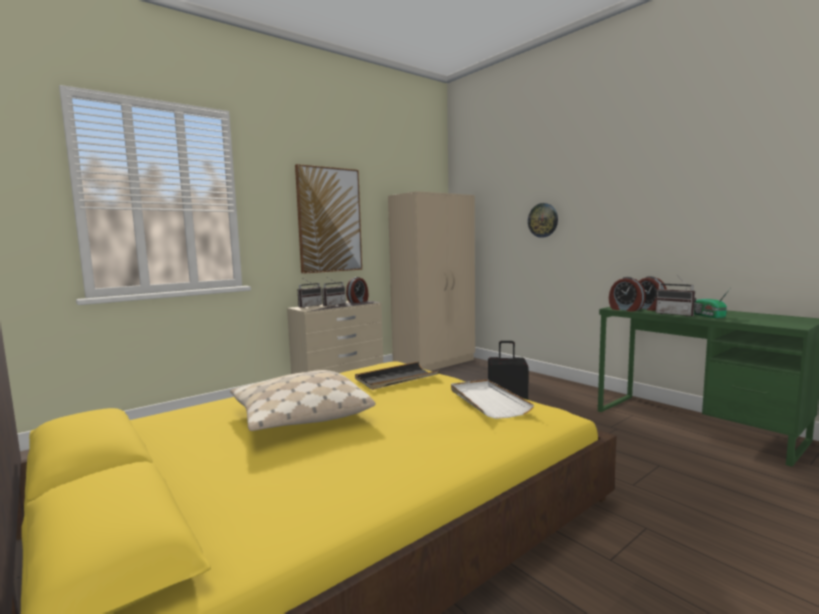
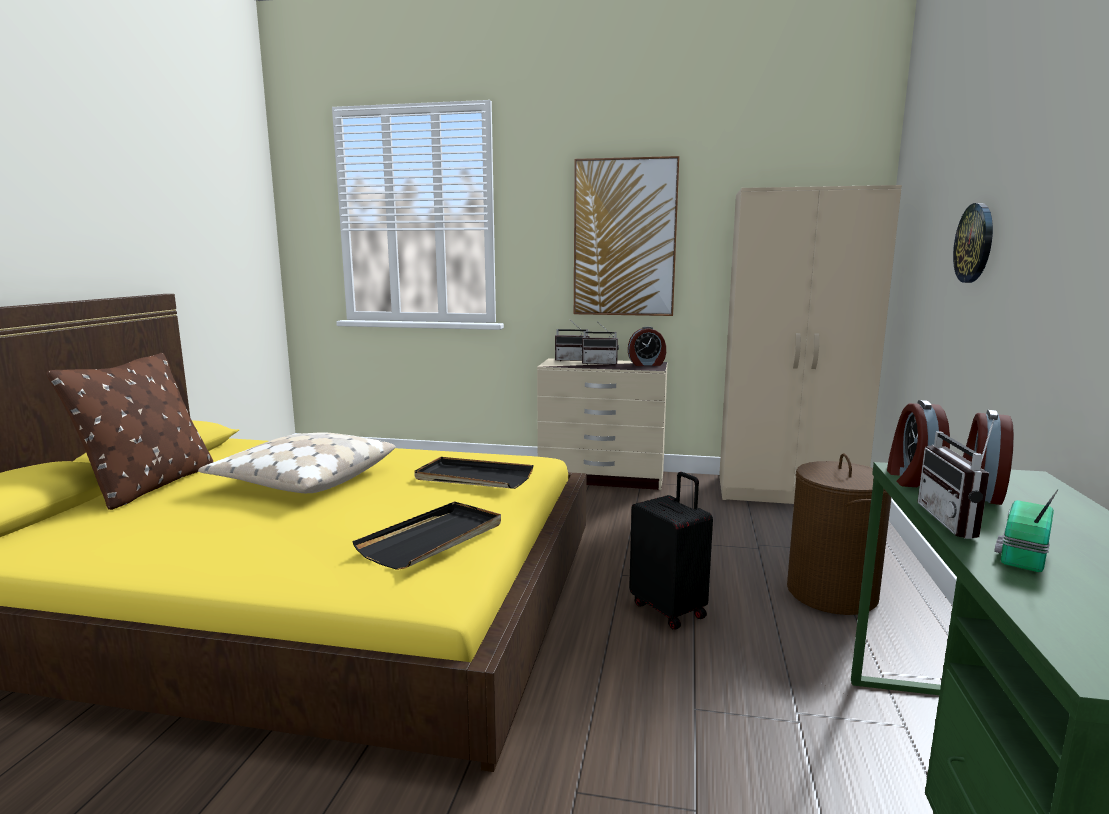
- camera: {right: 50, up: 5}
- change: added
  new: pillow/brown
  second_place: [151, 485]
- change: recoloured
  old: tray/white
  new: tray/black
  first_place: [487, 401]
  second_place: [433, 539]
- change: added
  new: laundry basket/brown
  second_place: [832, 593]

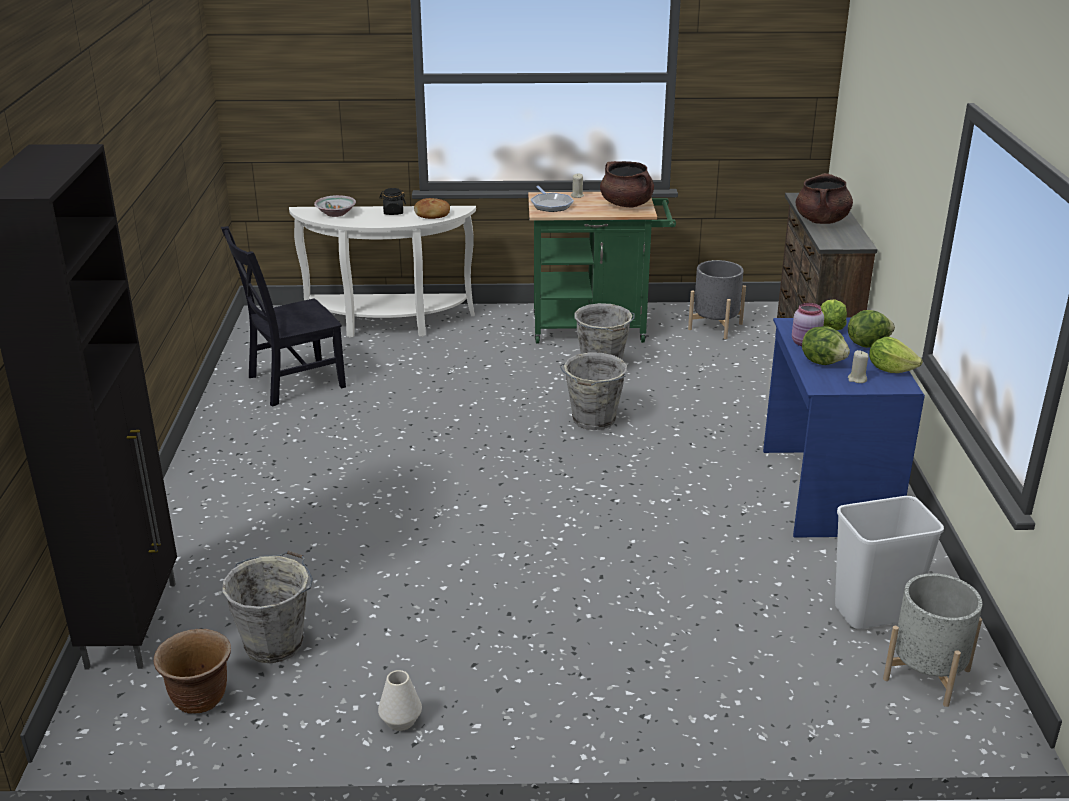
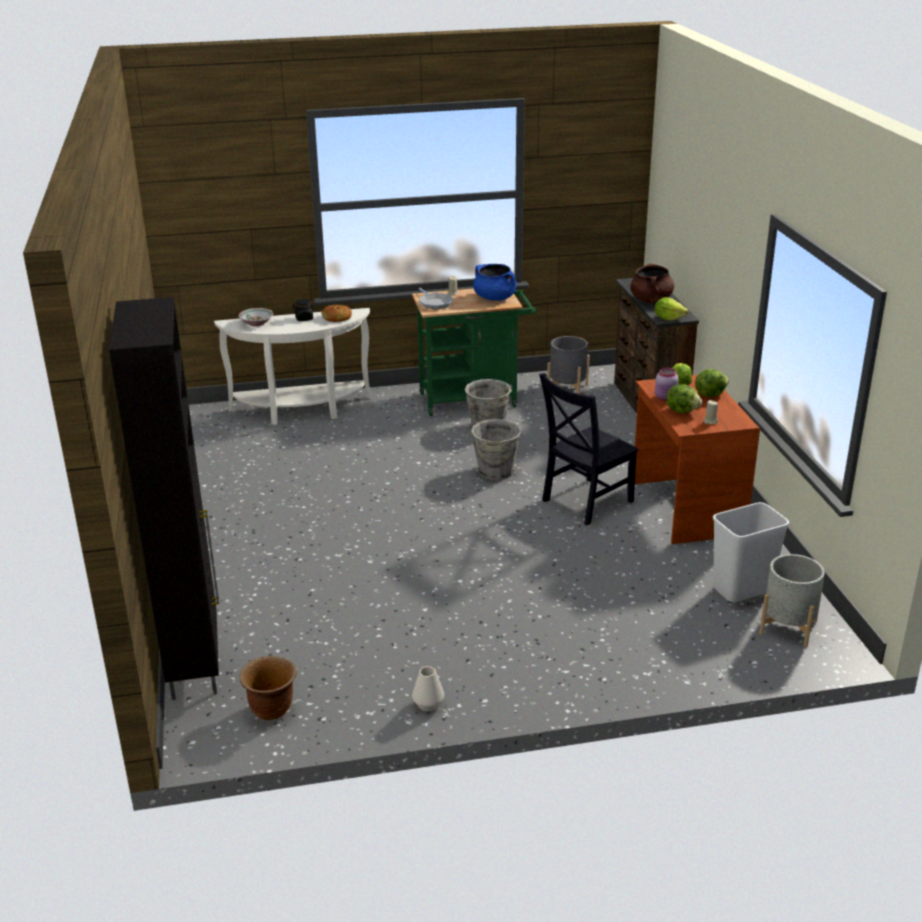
- camera: {right: -10, up: 0}
- change: recoloured
  old: cooking pot/brown
  new: cooking pot/blue
  first_place: [626, 204]
  second_place: [495, 298]
- change: moved
  old: chair/black
  first_place: [292, 383]
  second_place: [584, 502]
- change: recoloured
  old: desk/blue
  new: desk/brown
  first_place: [825, 491]
  second_place: [685, 508]
- change: moved
  old: lettuce
  first_place: [890, 369]
  second_place: [668, 318]
- change: removed
  old: bucket/grey
  first_place: [276, 642]

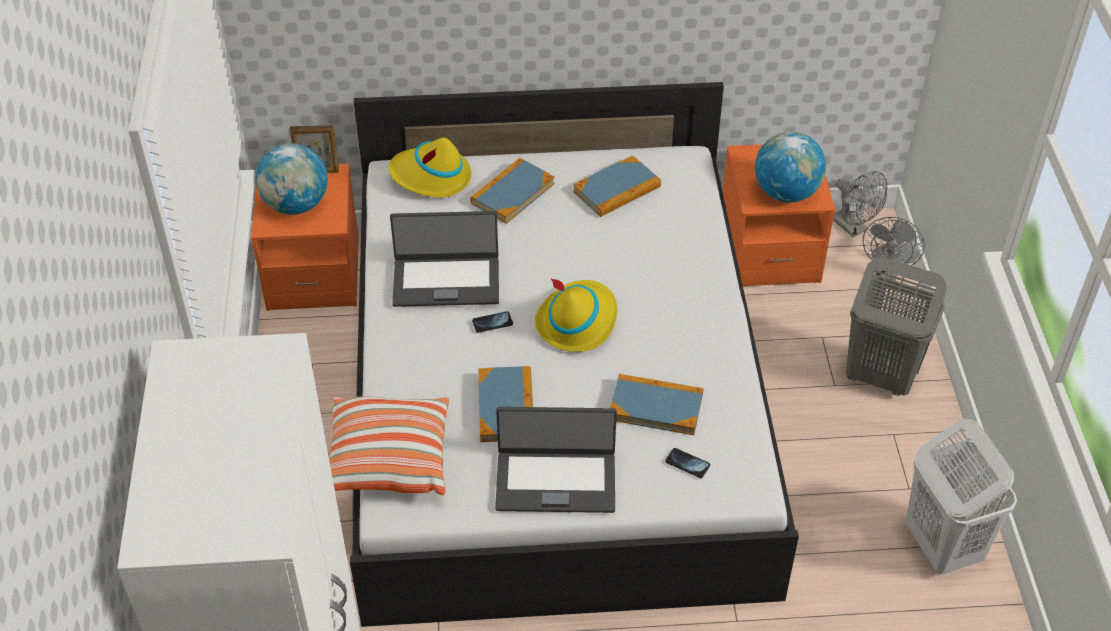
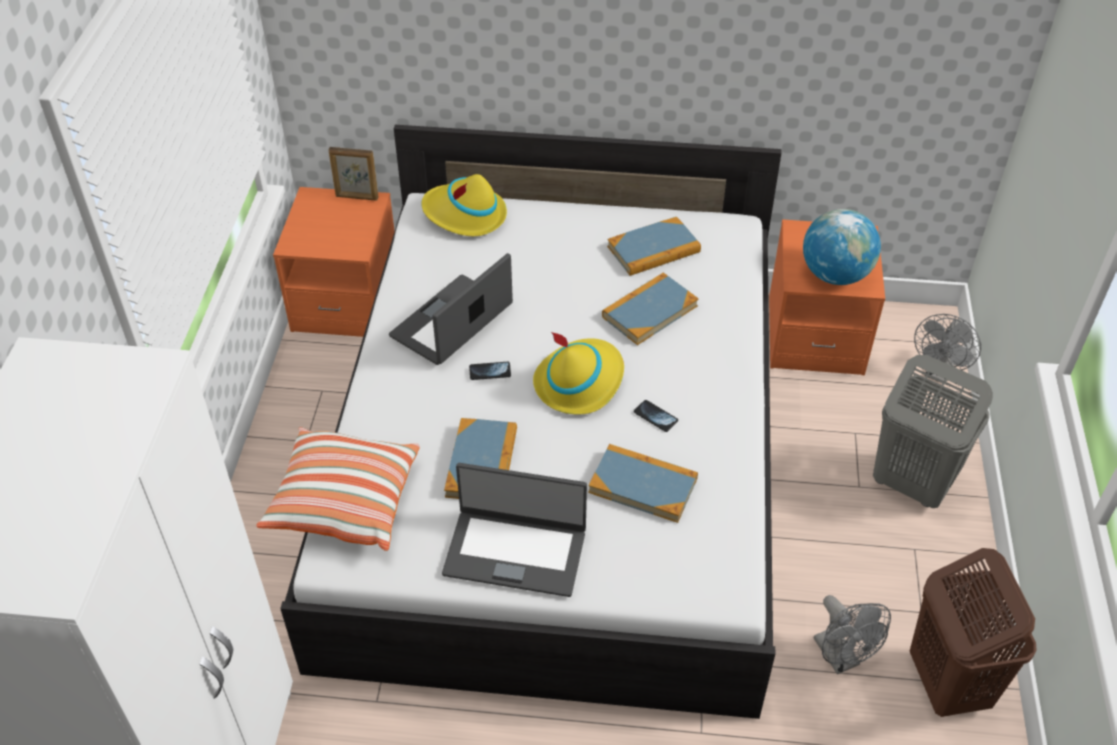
- camera: {right: 10, up: 0}
- change: turned
  old: laptop
  first_place: [446, 281]
  second_place: [453, 322]
  degrees: 120
- change: moved
  old: book
  first_place: [512, 193]
  second_place: [649, 311]
- change: moved
  old: phone
  first_place: [687, 464]
  second_place: [655, 416]
- change: moved
  old: fan/grey
  first_place: [853, 228]
  second_place: [841, 658]
- change: recoloured
  old: laundry basket/white
  new: laundry basket/brown
  first_place: [941, 545]
  second_place: [947, 682]
- change: removed
  old: globe
  first_place: [296, 205]

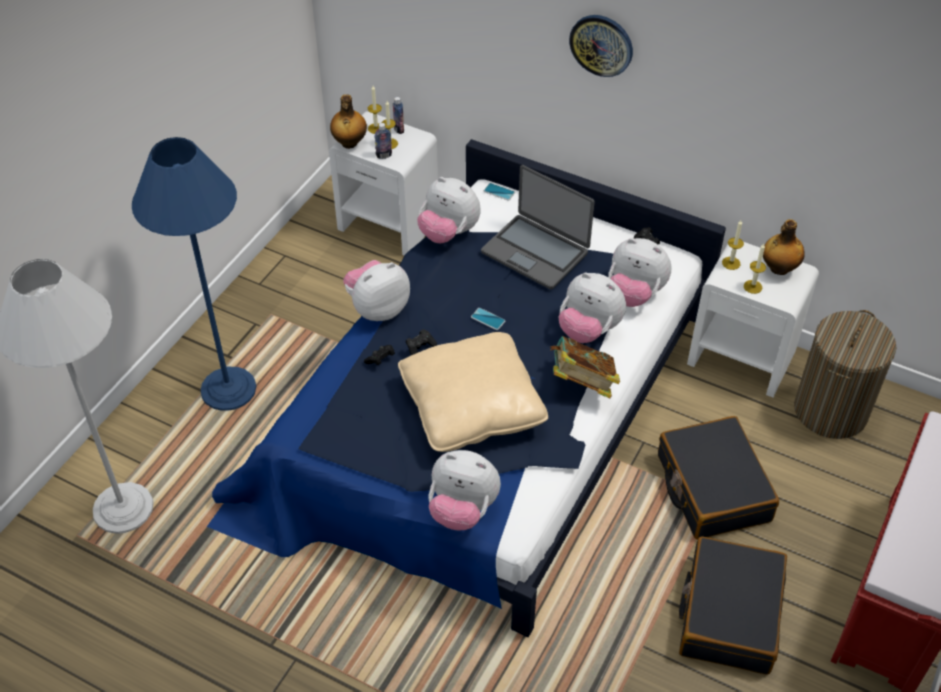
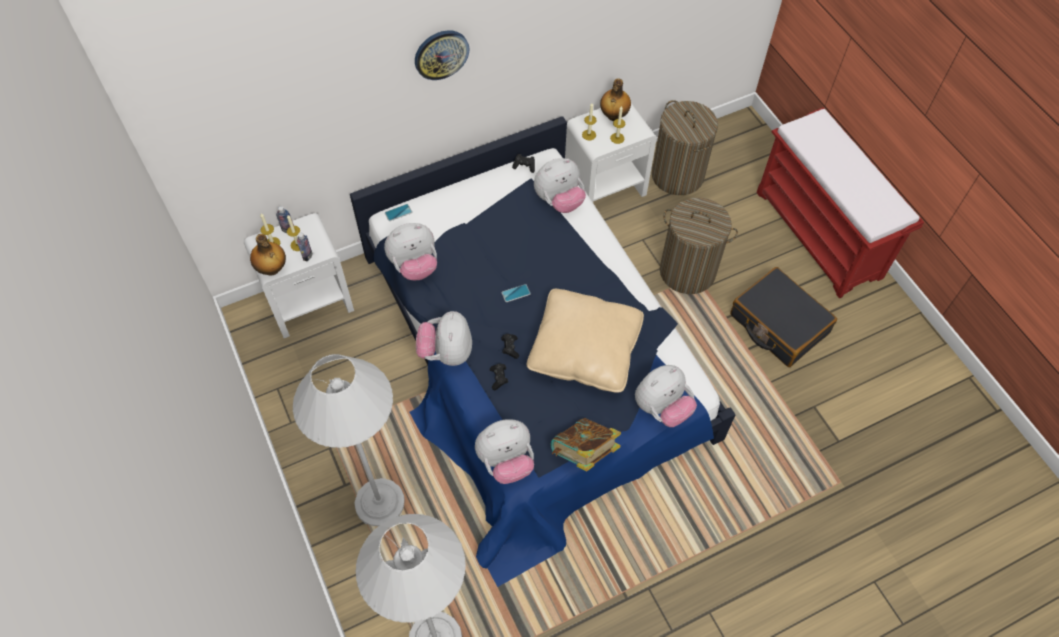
- camera: {right: -55, up: 10}
- change: recoloured
  old: floor lamp/blue
  new: floor lamp/white
  first_place: [228, 389]
  second_place: [379, 502]
- change: moved
  old: plush toy
  first_place: [588, 330]
  second_place: [506, 461]
- change: moved
  old: book
  first_place: [582, 383]
  second_place: [583, 453]
- change: replaced
  old: suitcase/black
  new: laundry basket
  first_place: [712, 488]
  second_place: [687, 271]
- change: removed
  old: laptop
  first_place: [535, 252]

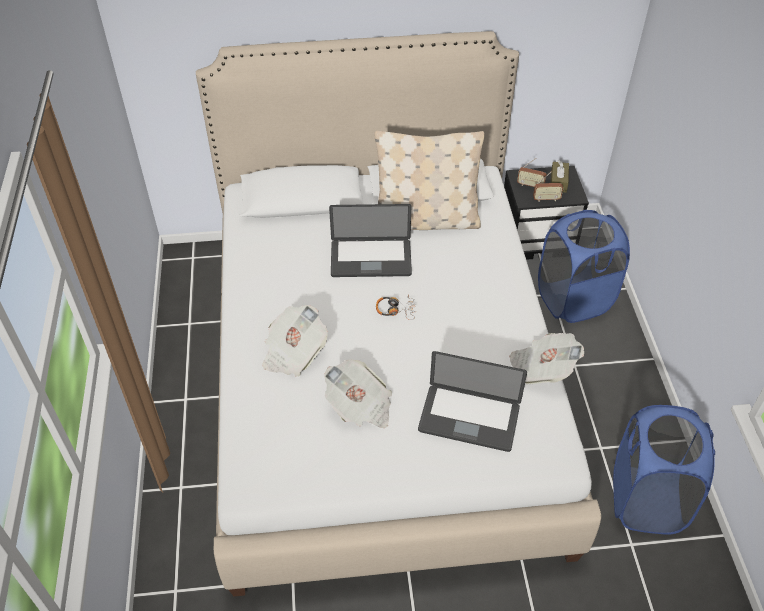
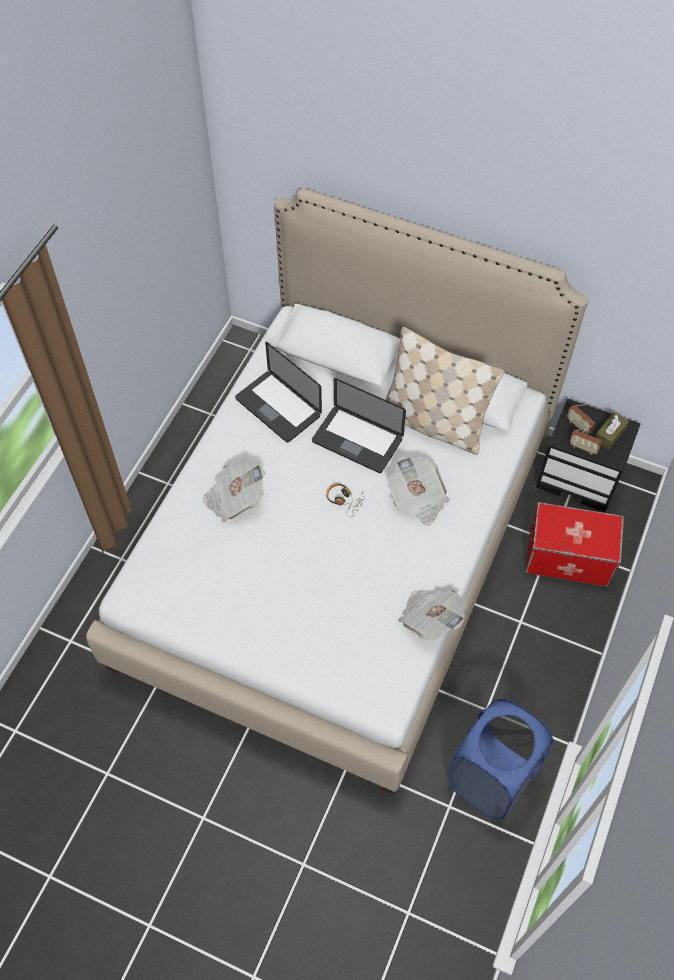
- camera: {right: 30, up: 10}
- change: moved
  old: laptop
  first_place: [469, 419]
  second_place: [278, 407]
- change: moved
  old: newspaper
  first_place: [360, 406]
  second_place: [418, 499]
- change: replaced
  old: laundry basket/blue
  new: storage box
  first_place: [573, 300]
  second_place: [568, 557]

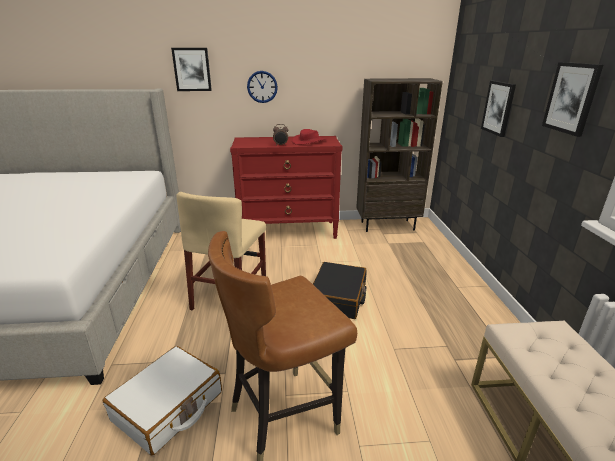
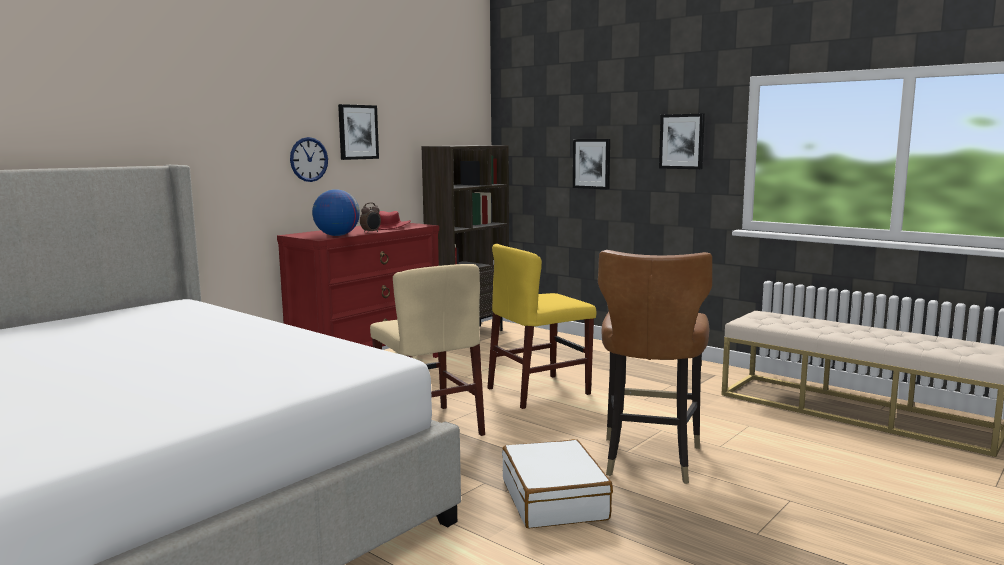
- camera: {right: -45, up: -15}
- change: added
  new: globe
  second_place: [337, 235]
- change: moved
  old: picture
  first_place: [192, 69]
  second_place: [358, 132]
- change: replaced
  old: suitcase/black
  new: chair/yellow
  first_place: [338, 298]
  second_place: [539, 391]

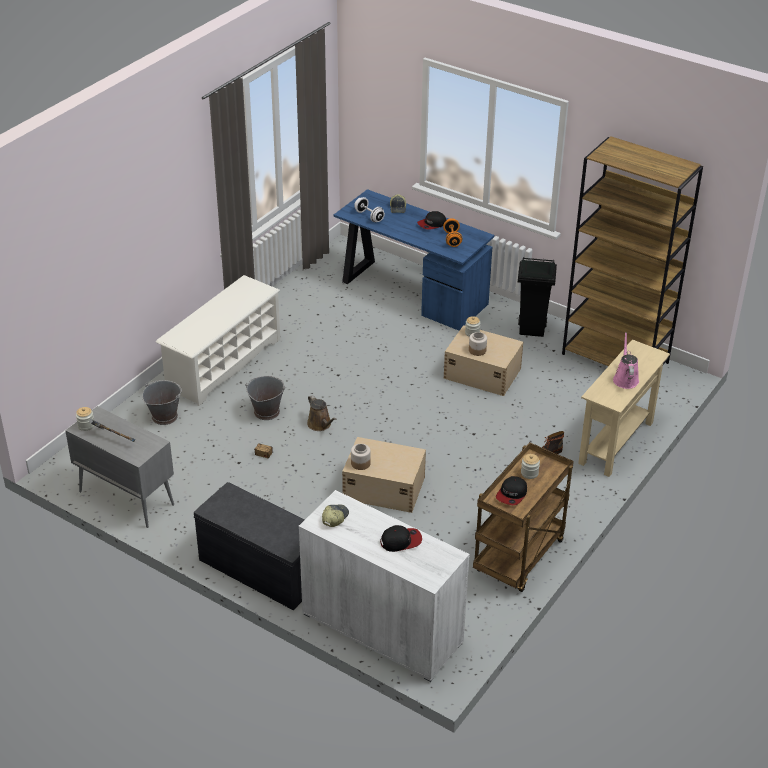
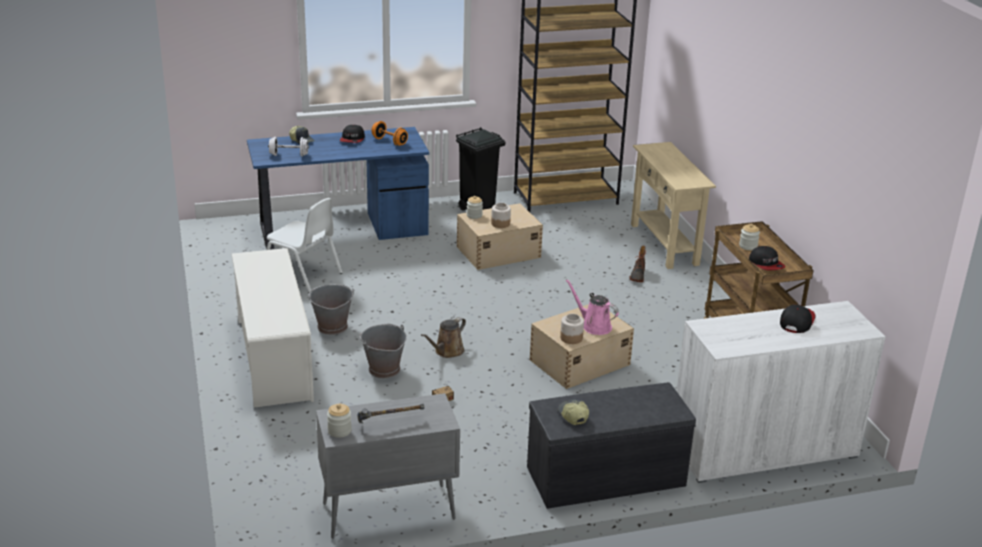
- camera: {right: -50, up: -10}
- change: added
  new: chair/white
  second_place: [302, 274]
- change: moved
  old: bucket/grey
  first_place: [164, 416]
  second_place: [332, 327]
- change: turned
  old: watering can/brown
  first_place: [320, 425]
  second_place: [447, 351]
  degrees: 120
- change: moved
  old: cap
  first_place: [334, 517]
  second_place: [572, 416]
- change: moved
  old: watering can/pink
  first_place: [625, 378]
  second_place: [594, 326]

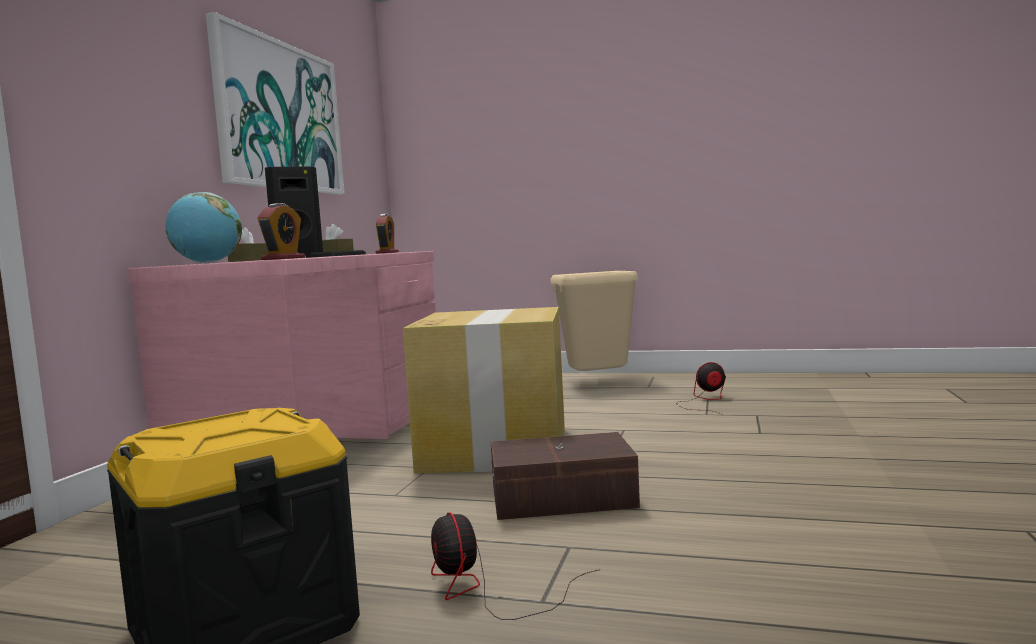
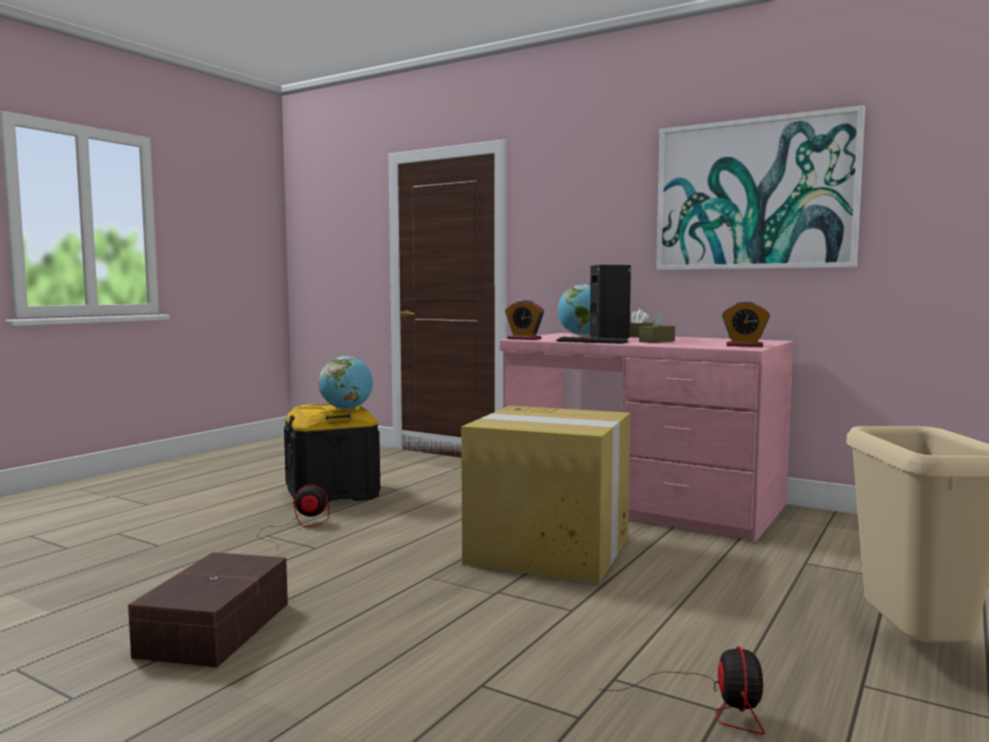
- camera: {right: 105, up: 0}
- change: moved
  old: storage box/brown
  first_place: [564, 498]
  second_place: [212, 629]
- change: added
  new: globe
  second_place: [346, 409]

